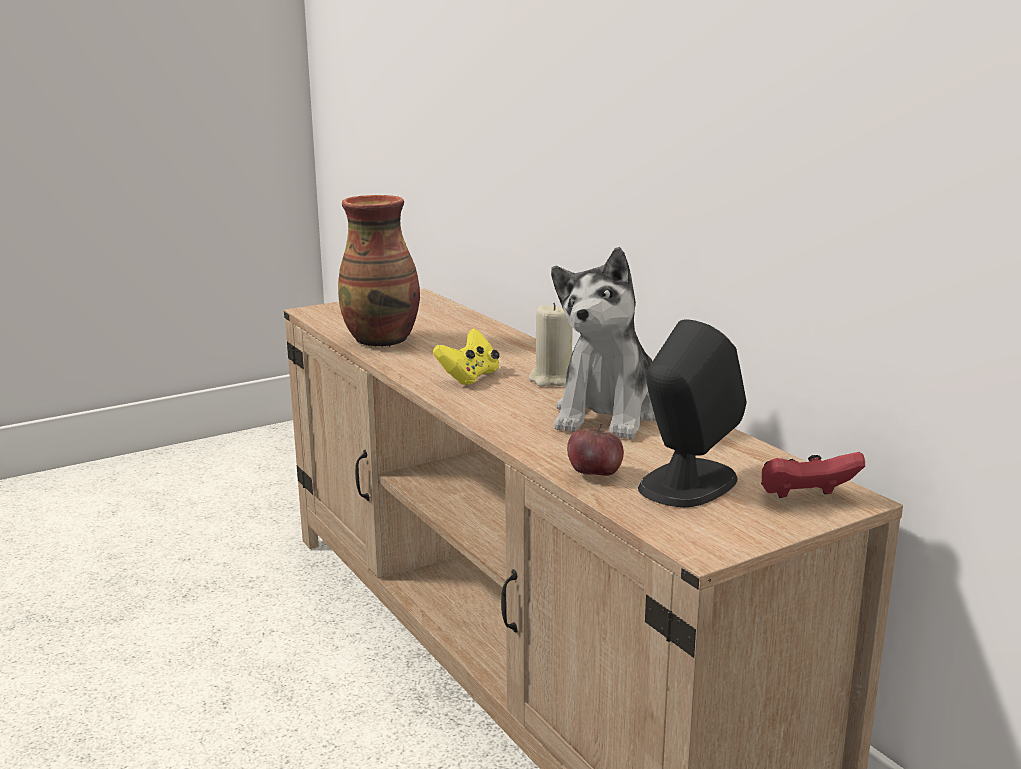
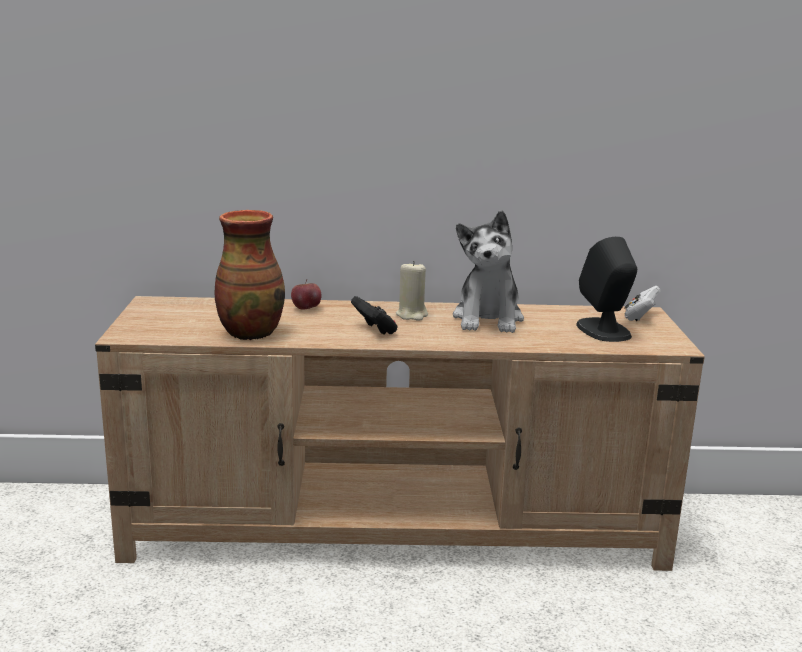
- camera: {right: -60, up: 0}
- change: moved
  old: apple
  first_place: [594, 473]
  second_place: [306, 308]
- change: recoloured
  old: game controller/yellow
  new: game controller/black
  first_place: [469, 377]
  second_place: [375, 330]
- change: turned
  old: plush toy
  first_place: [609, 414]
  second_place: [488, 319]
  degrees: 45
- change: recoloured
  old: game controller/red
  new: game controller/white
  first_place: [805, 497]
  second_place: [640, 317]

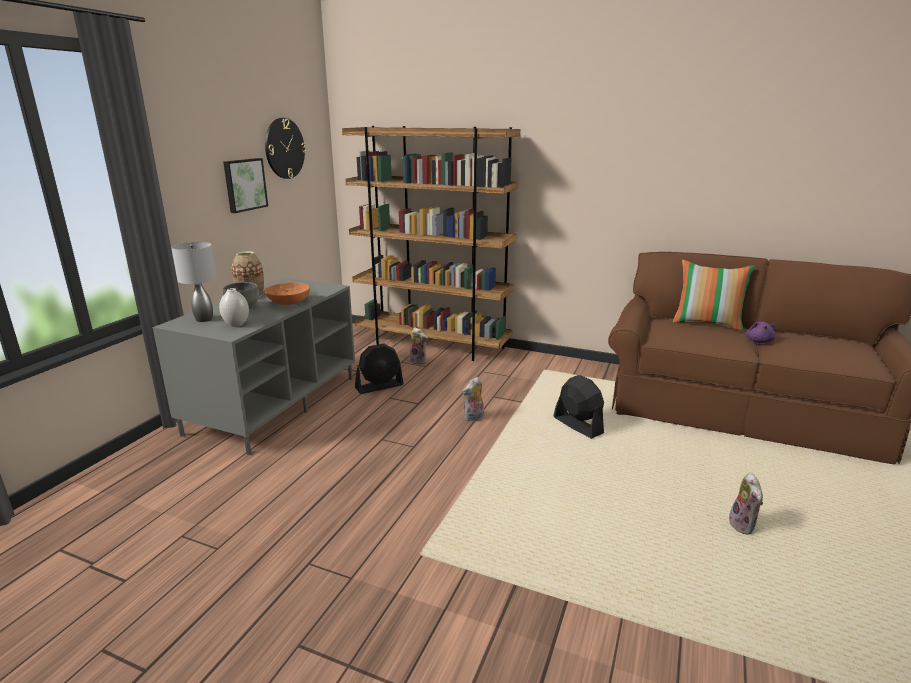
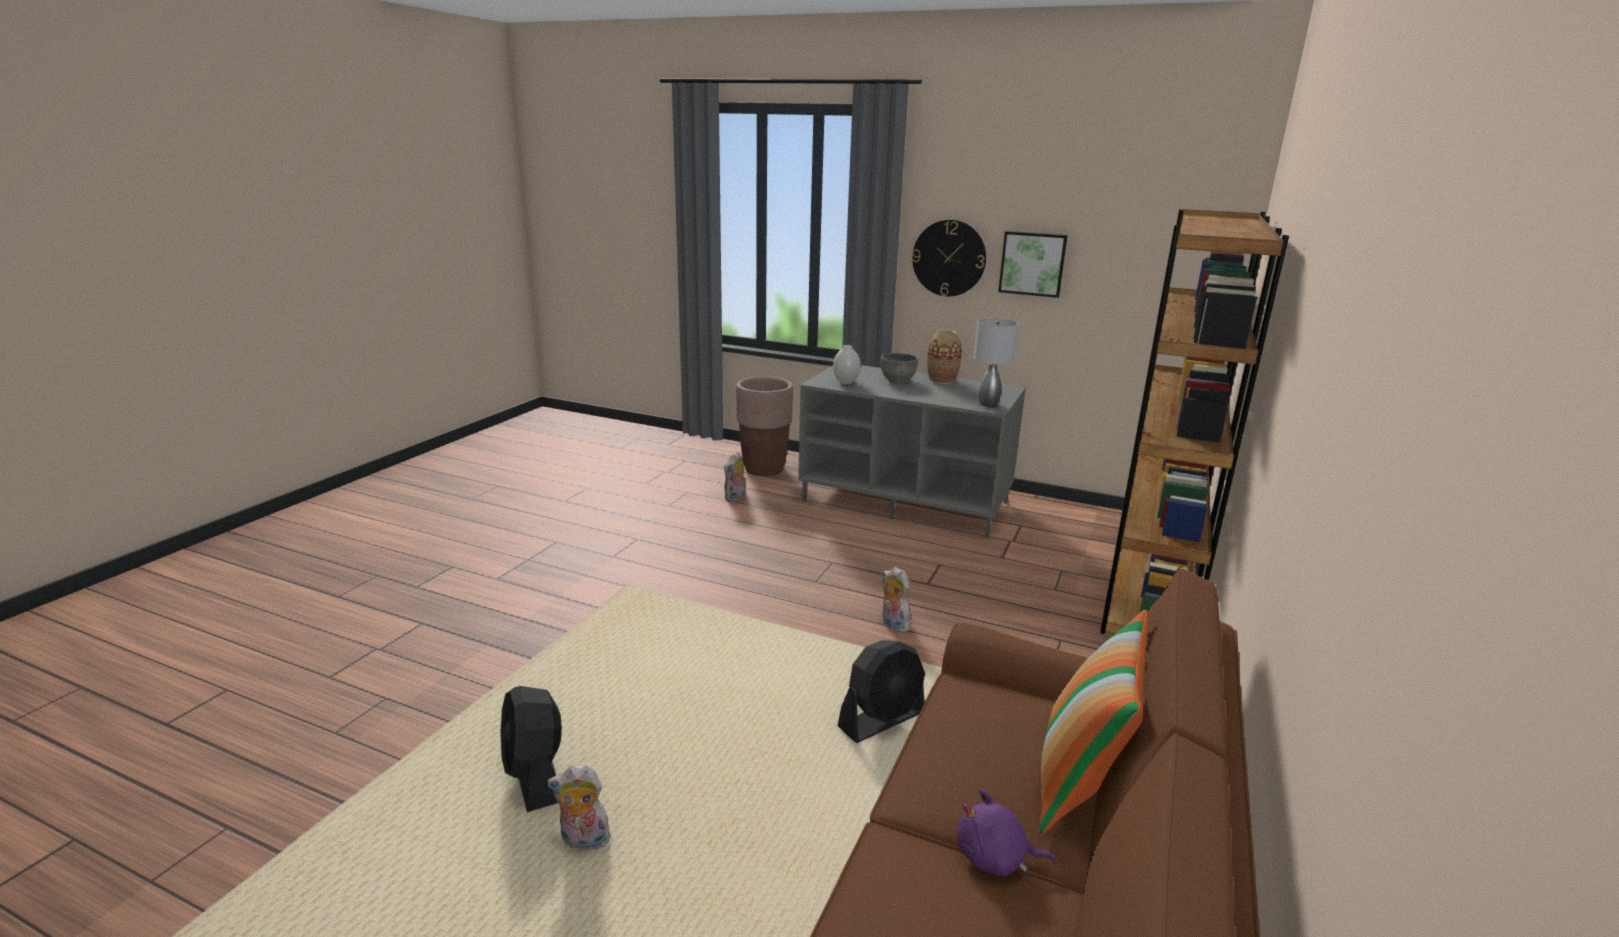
- camera: {right: 90, up: 0}
- change: moved
  old: fan/black
  first_place: [379, 386]
  second_place: [535, 775]
- change: moved
  old: plush toy
  first_place: [419, 361]
  second_place: [735, 498]
- change: added
  new: planter/brown
  second_place: [764, 469]
- change: moved
  old: wall clock
  first_place: [284, 148]
  second_place: [949, 258]
- change: moved
  old: table lamp/grey
  first_place: [204, 319]
  second_place: [988, 404]
- change: removed
  old: bowl/orange
  first_place: [288, 302]

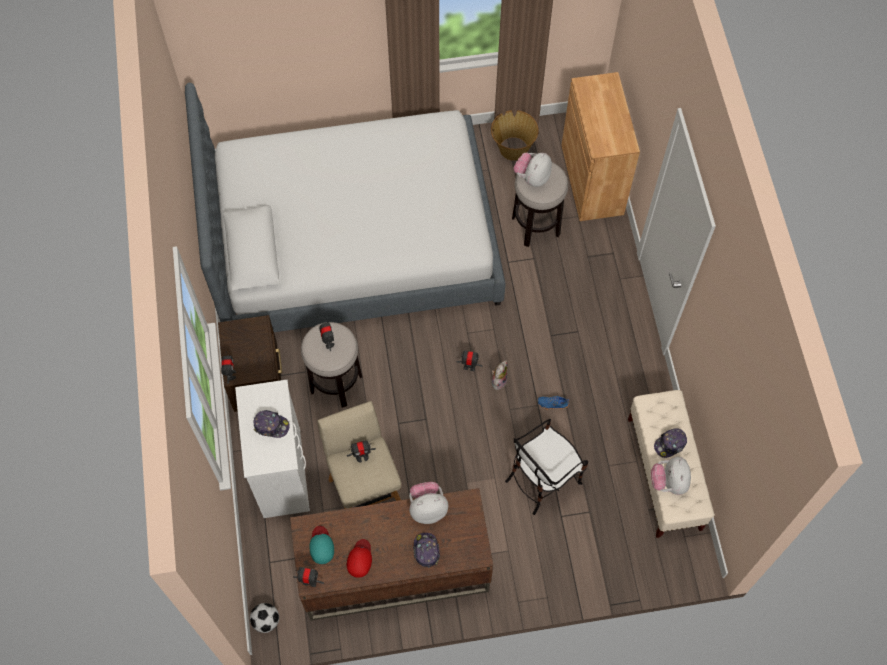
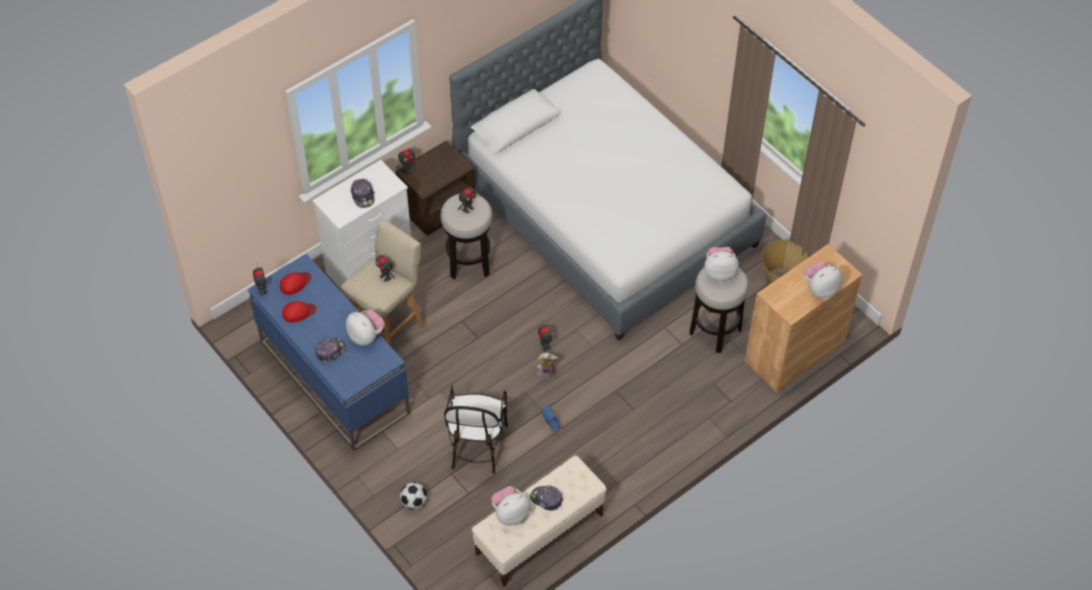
- camera: {right: 60, up: -10}
- change: recoloured
  old: desk/brown
  new: desk/blue
  first_place: [393, 569]
  second_place: [334, 377]
- change: recoloured
  old: cap/turquoise
  new: cap/red
  first_place: [321, 546]
  second_place: [295, 283]
- change: moved
  old: football
  first_place: [266, 621]
  second_place: [414, 502]
- change: turned
  old: chair
  first_place: [543, 479]
  second_place: [477, 445]
  degrees: -105
- change: added
  new: plush toy
  second_place: [820, 289]

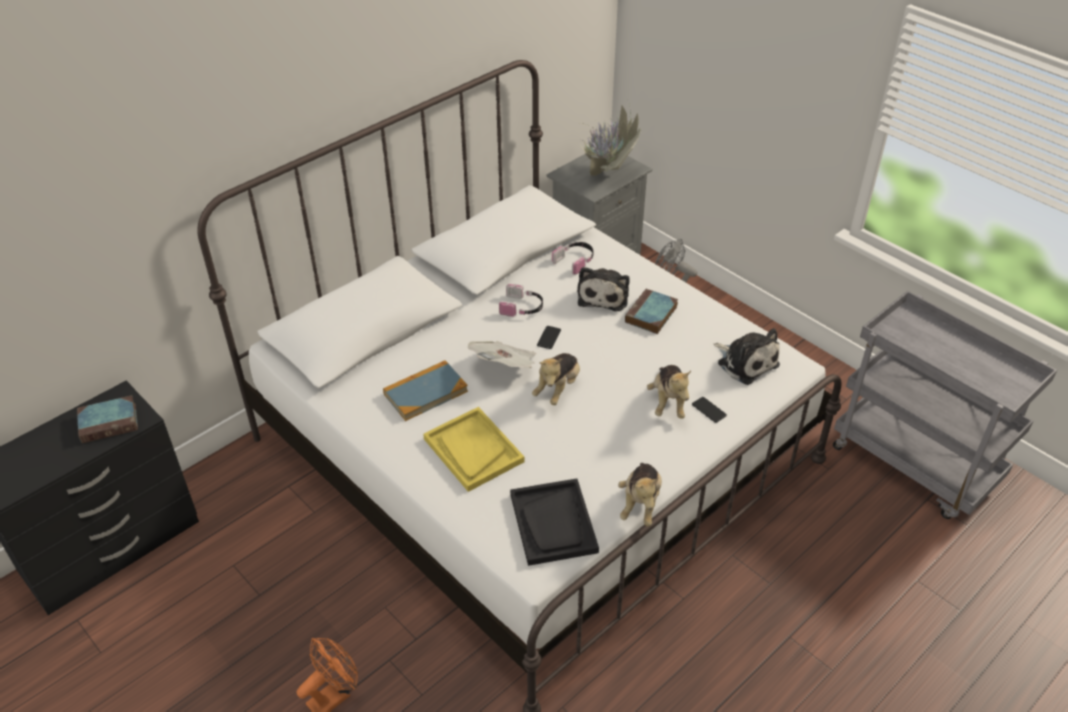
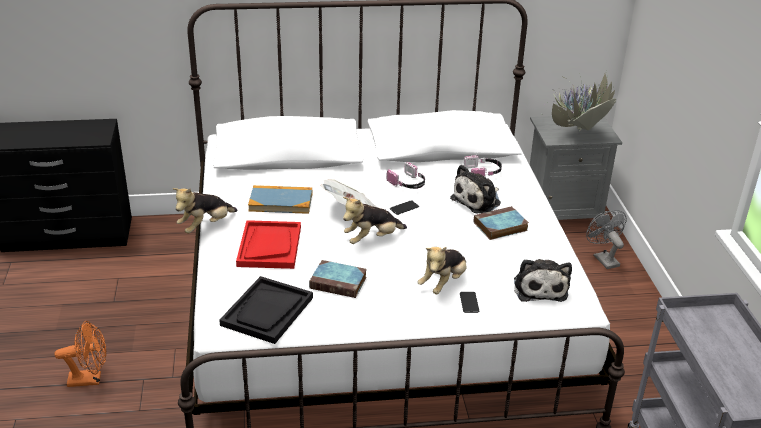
- camera: {right: 35, up: -10}
- change: moved
  old: plush toy
  first_place: [640, 503]
  second_place: [205, 226]
- change: recoloured
  old: tray/yellow
  new: tray/red
  first_place: [473, 450]
  second_place: [269, 246]
- change: moved
  old: book
  first_place: [110, 422]
  second_place: [339, 283]

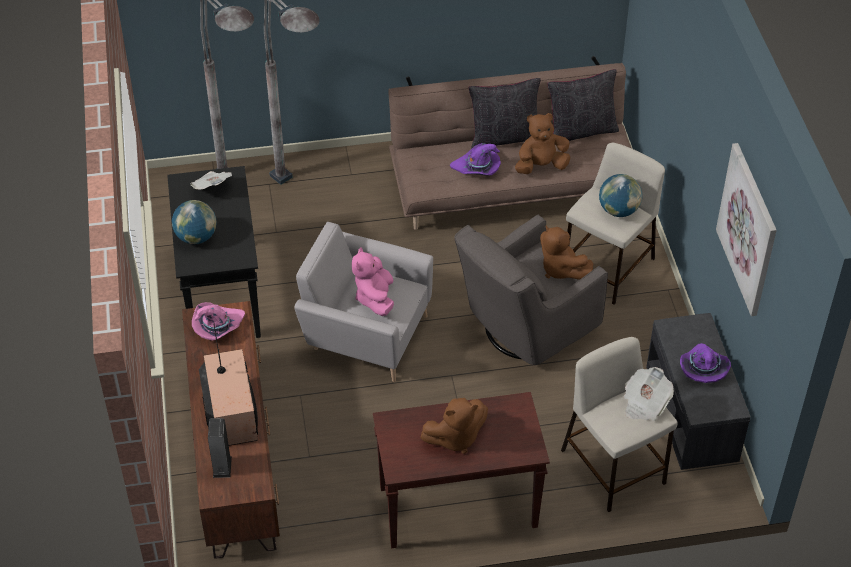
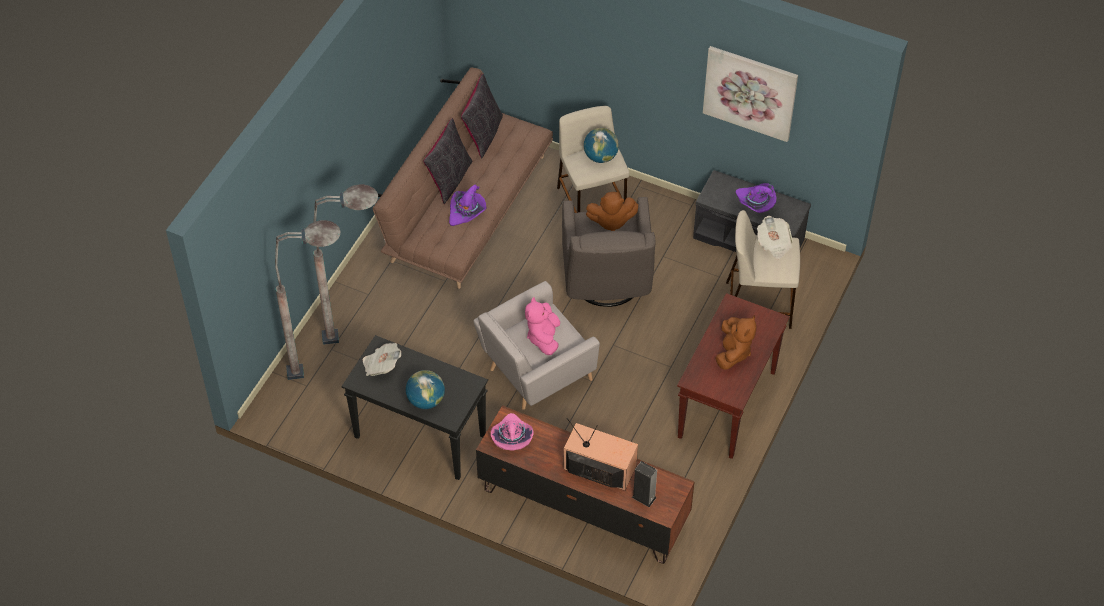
- camera: {right: -55, up: 5}
- change: turned
  old: plush toy/pink
  first_place: [375, 298]
  second_place: [543, 337]
  degrees: 60
- change: removed
  old: plush toy/brown
  first_place: [541, 166]

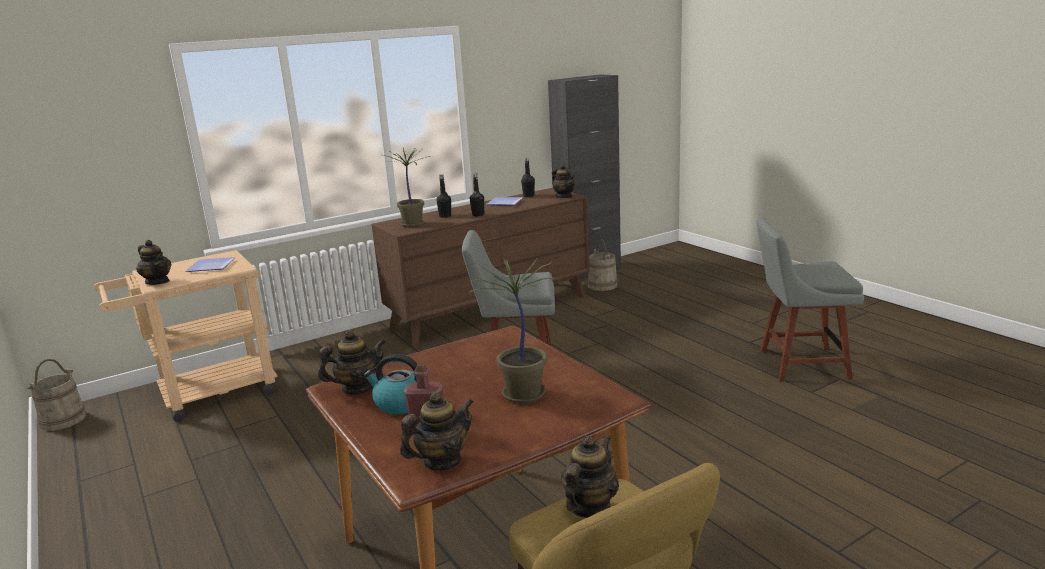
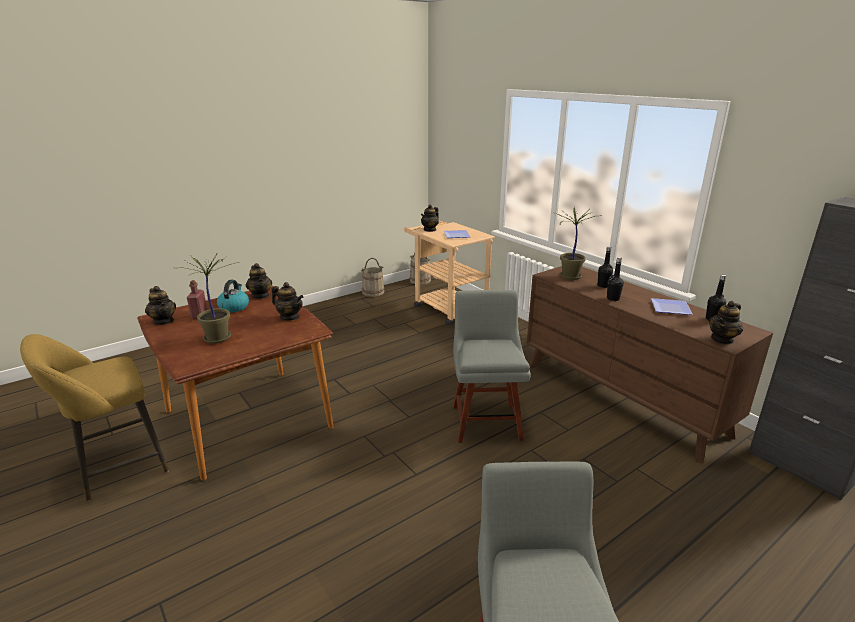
- camera: {right: 85, up: 5}
- change: moved
  old: teapot
  first_place: [589, 507]
  second_place: [289, 317]
- change: moved
  old: bucket/beige
  first_place: [602, 285]
  second_place: [373, 292]

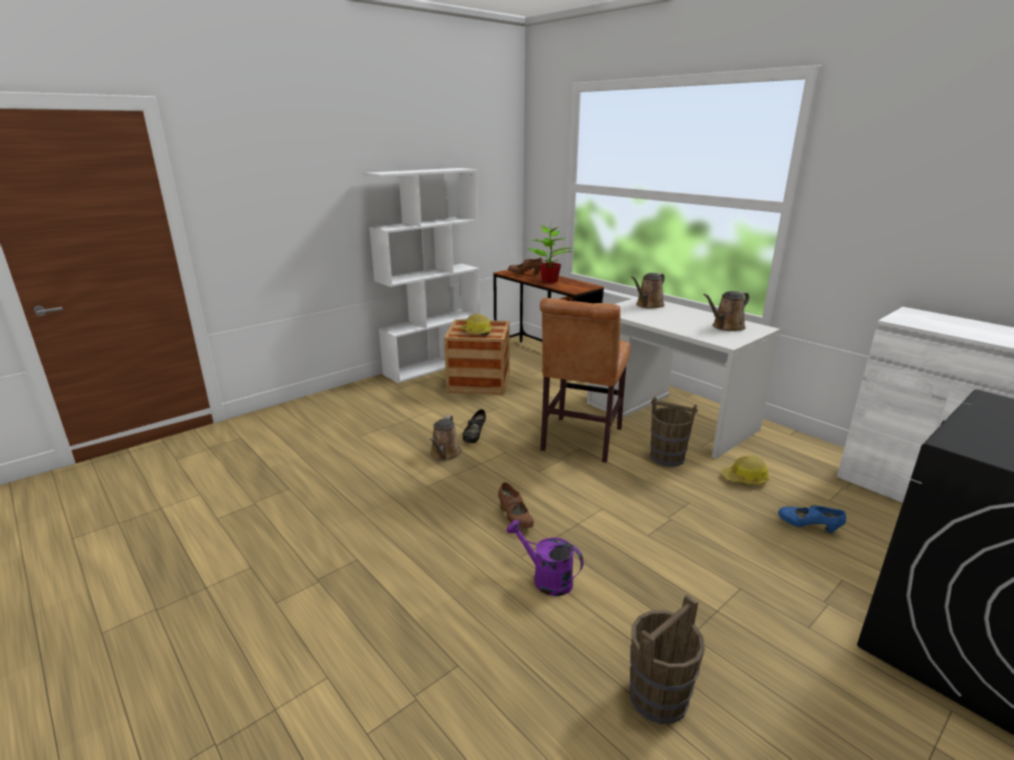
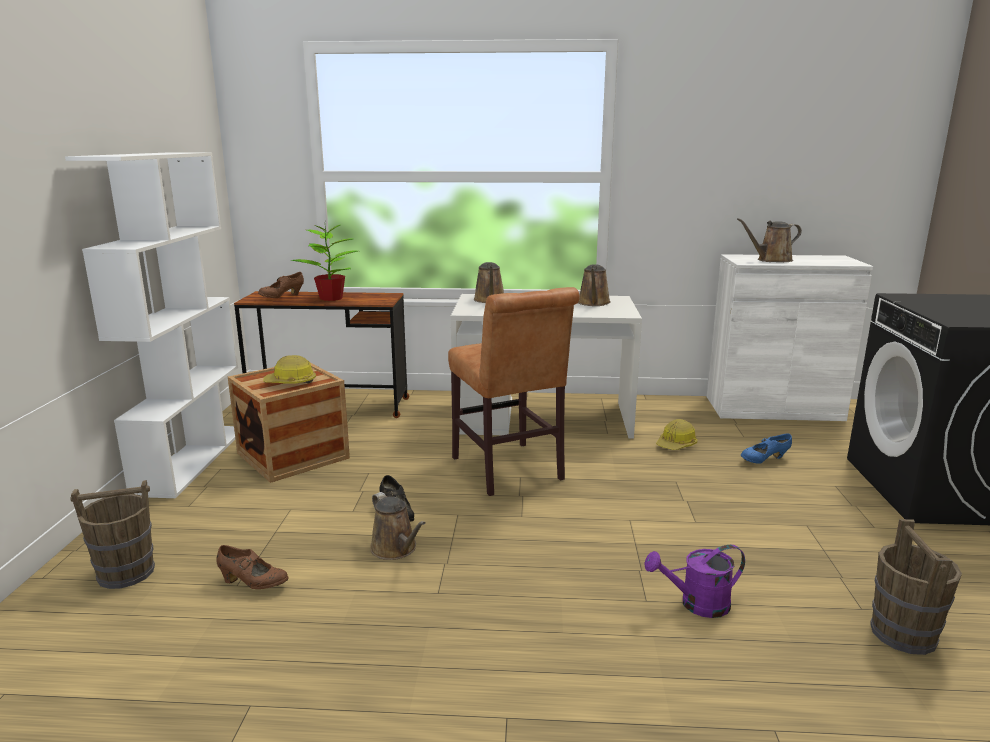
- camera: {right: -45, up: -5}
- change: moved
  old: bucket/brown
  first_place: [667, 458]
  second_place: [126, 573]
- change: moved
  old: shoe/brown
  first_place: [515, 518]
  second_place: [253, 584]
- change: added
  new: watering can/brown
  second_place: [771, 260]

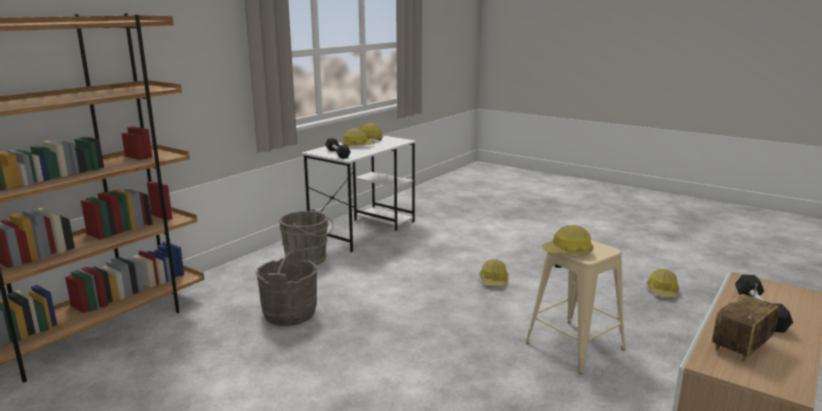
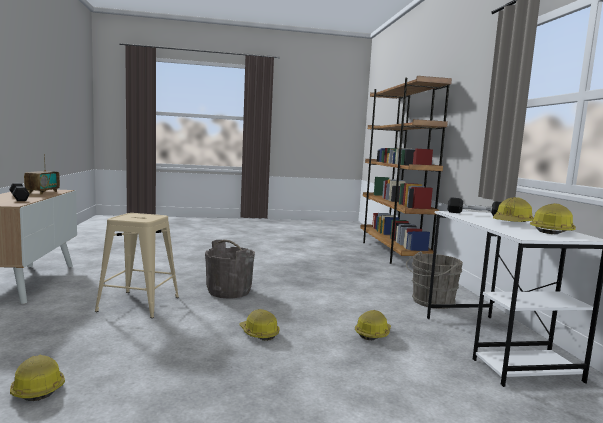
- camera: {right: 135, up: -10}
- change: moved
  old: bucket/grey
  first_place: [289, 313]
  second_place: [229, 291]
- change: moved
  old: hard hat
  first_place: [568, 252]
  second_place: [373, 333]

